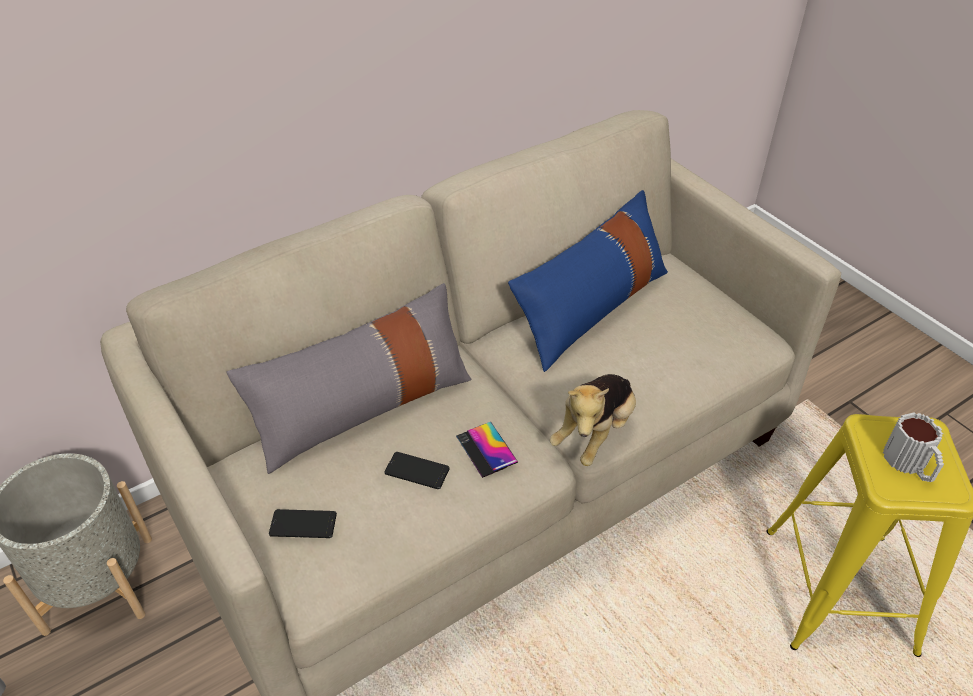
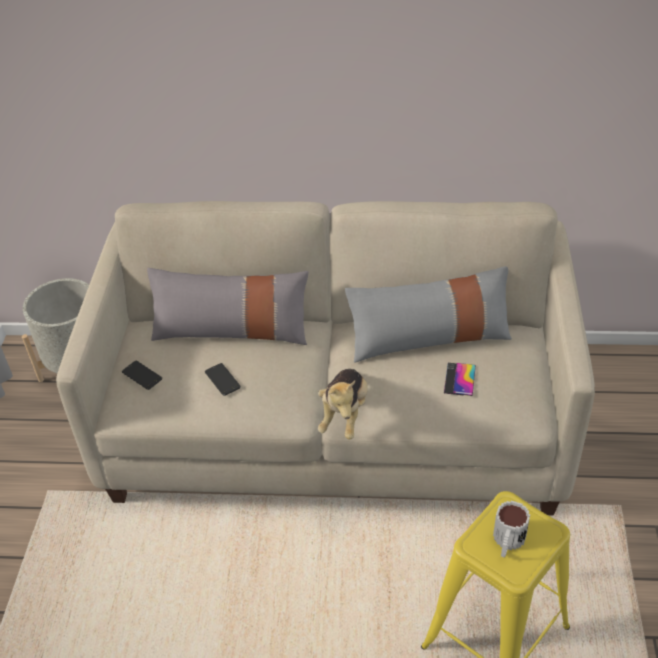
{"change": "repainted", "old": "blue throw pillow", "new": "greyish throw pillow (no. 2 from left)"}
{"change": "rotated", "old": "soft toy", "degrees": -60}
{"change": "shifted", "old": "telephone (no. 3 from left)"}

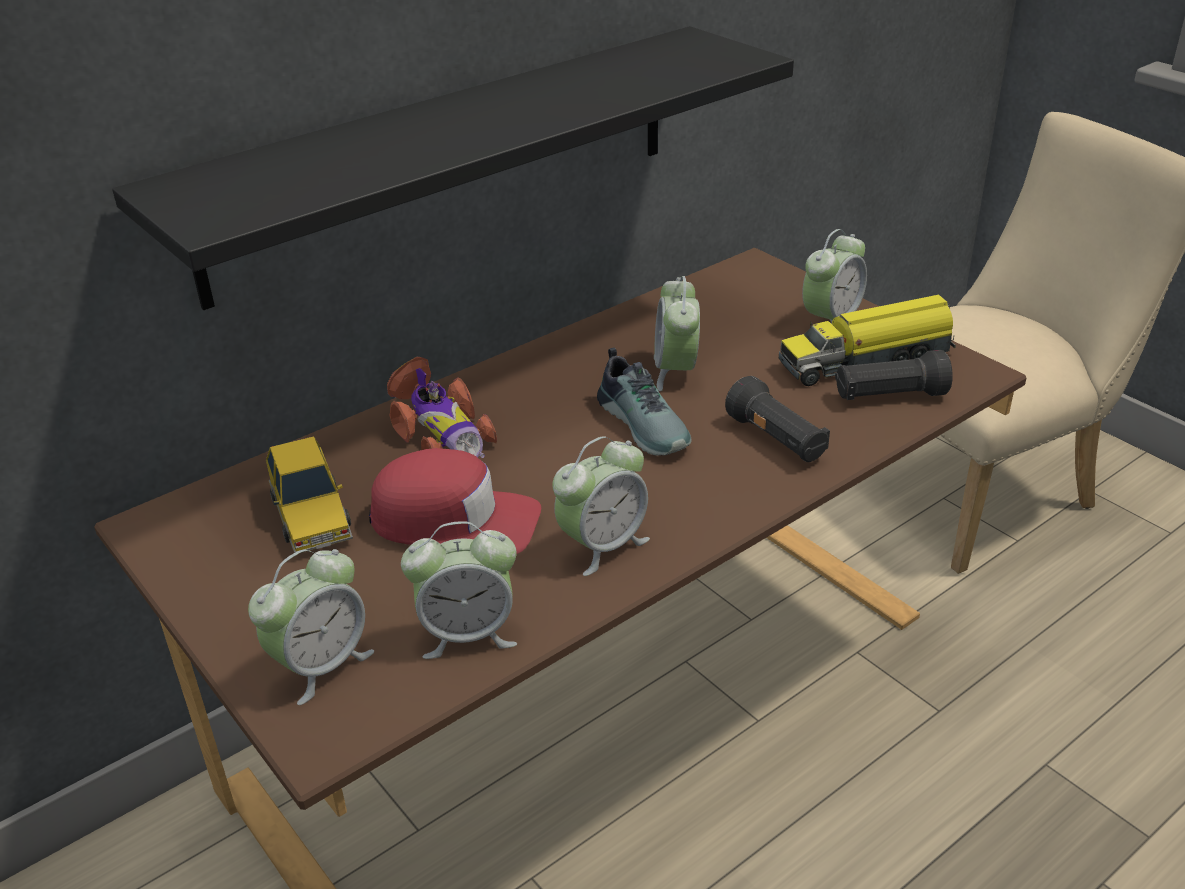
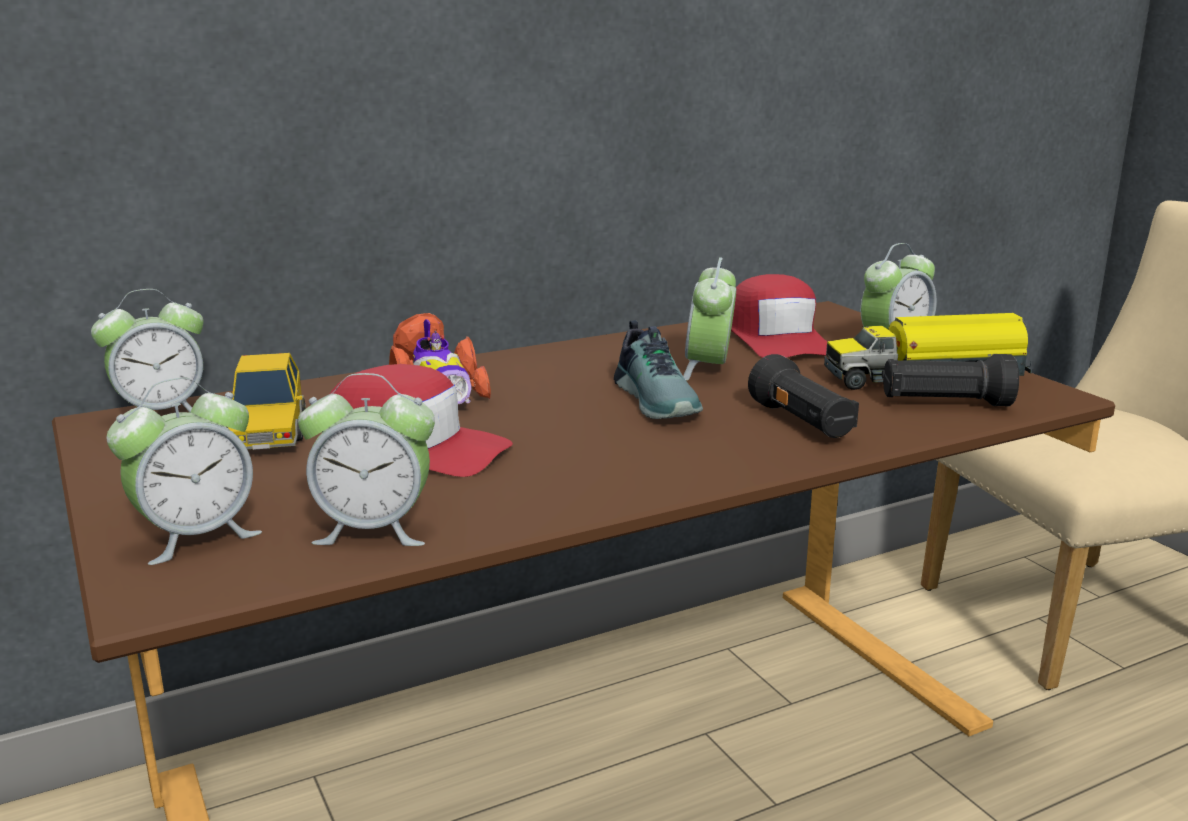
{"change": "gone", "old": "blackish shelf"}
{"change": "shifted", "old": "table clock (no. 3 from left in the first image)", "new": "table clock (no. 1 from left)"}
{"change": "new", "new": "red cap (no. 2 from left)"}

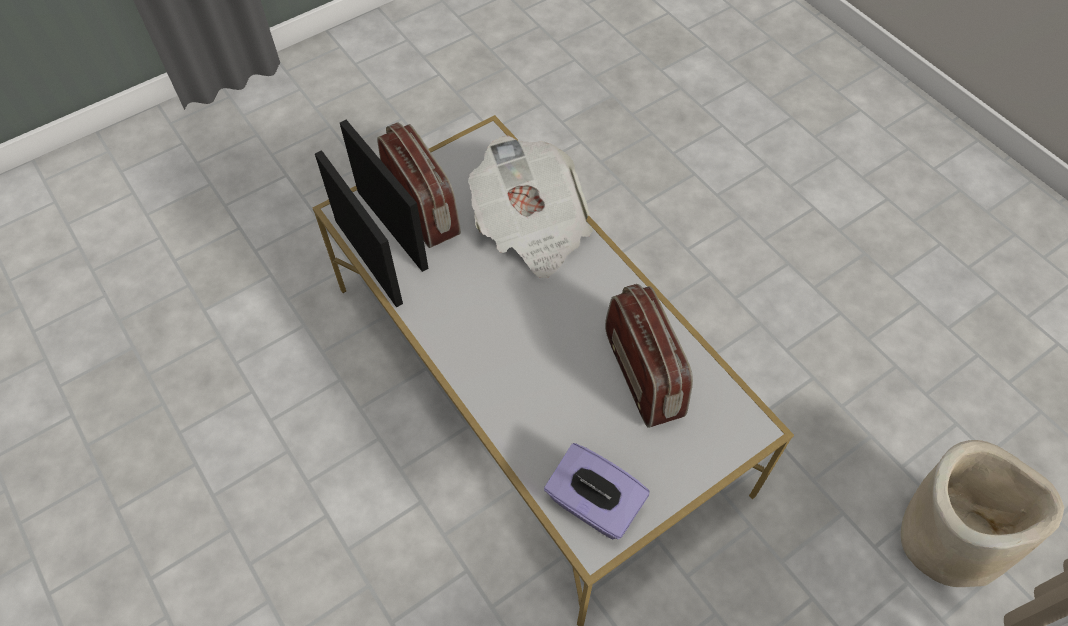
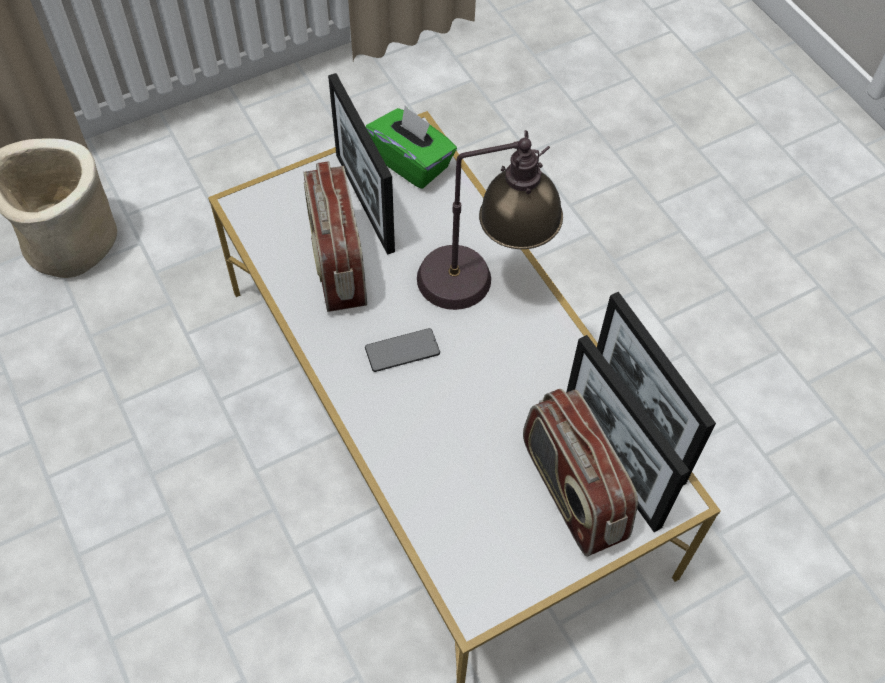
{"change": "gone", "old": "daily paper"}
{"change": "repainted", "old": "purple-coloured box of tissues", "new": "greenish box of tissues"}
{"change": "new", "new": "picture frame (no. 1 from left)"}
{"change": "new", "new": "tabletop lamp"}
{"change": "new", "new": "telephone"}

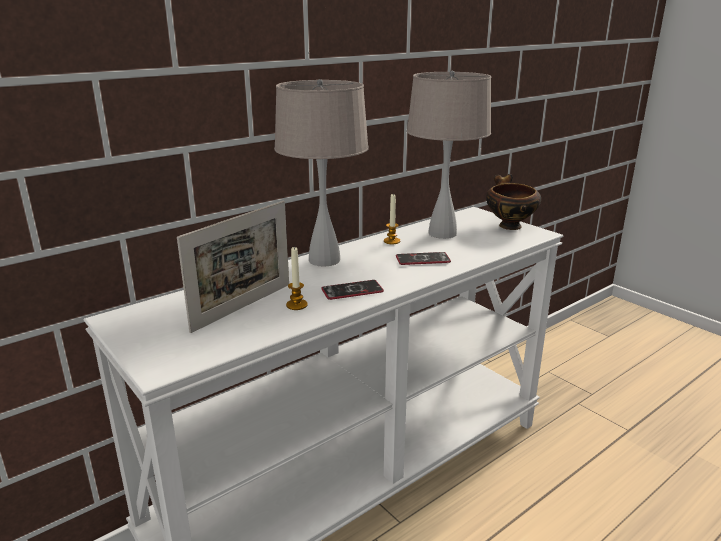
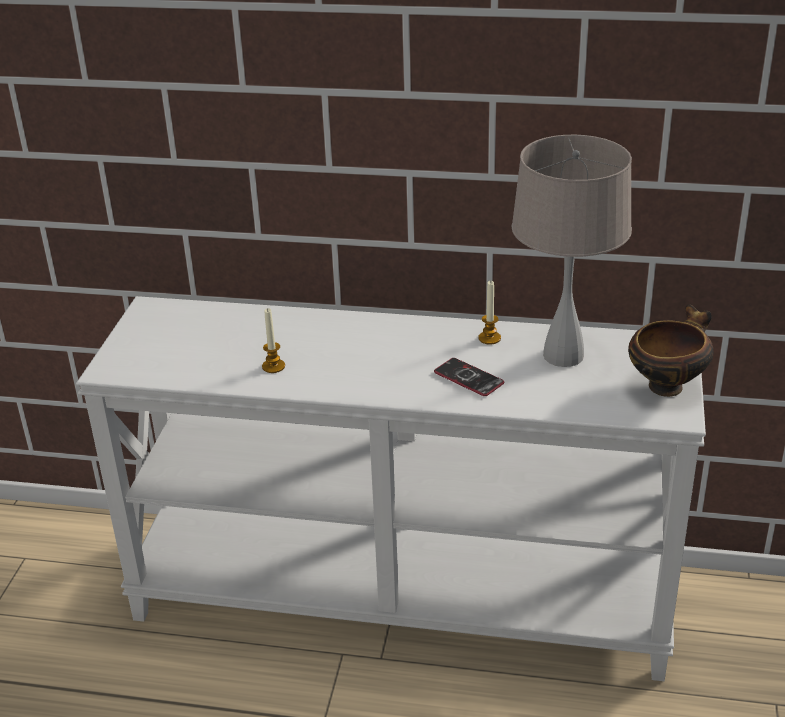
{"change": "gone", "old": "sand-coloured tabletop lamp (no. 1 from left)"}
{"change": "gone", "old": "picture frame"}
{"change": "gone", "old": "telephone (no. 1 from left)"}

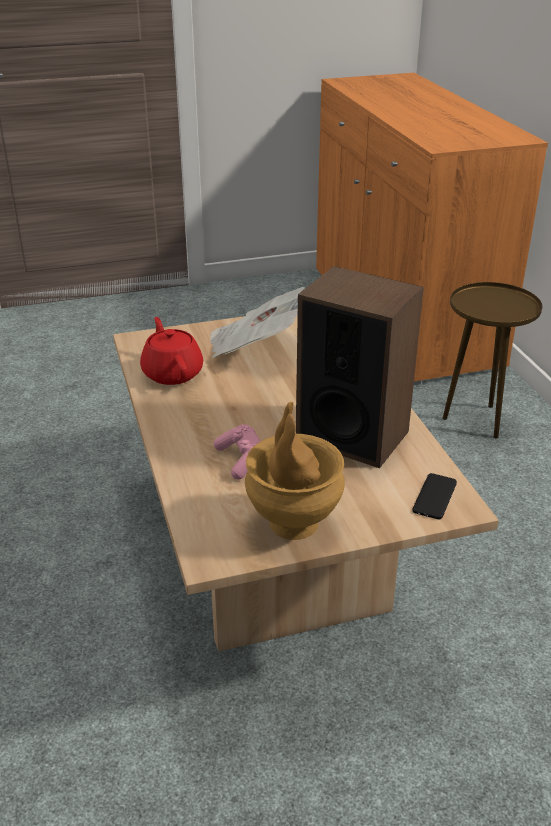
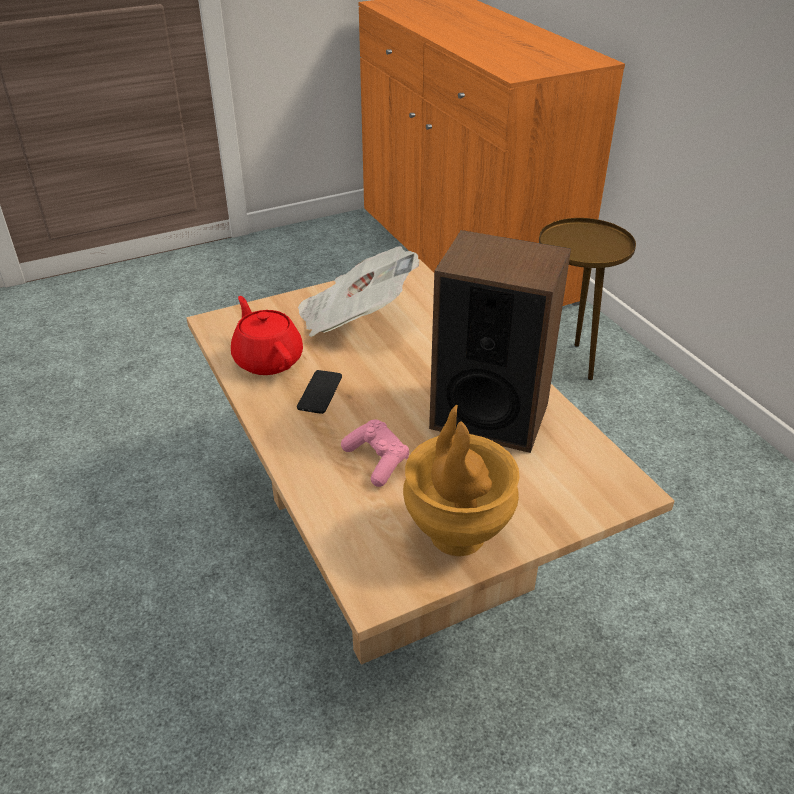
{"change": "shifted", "old": "telephone"}

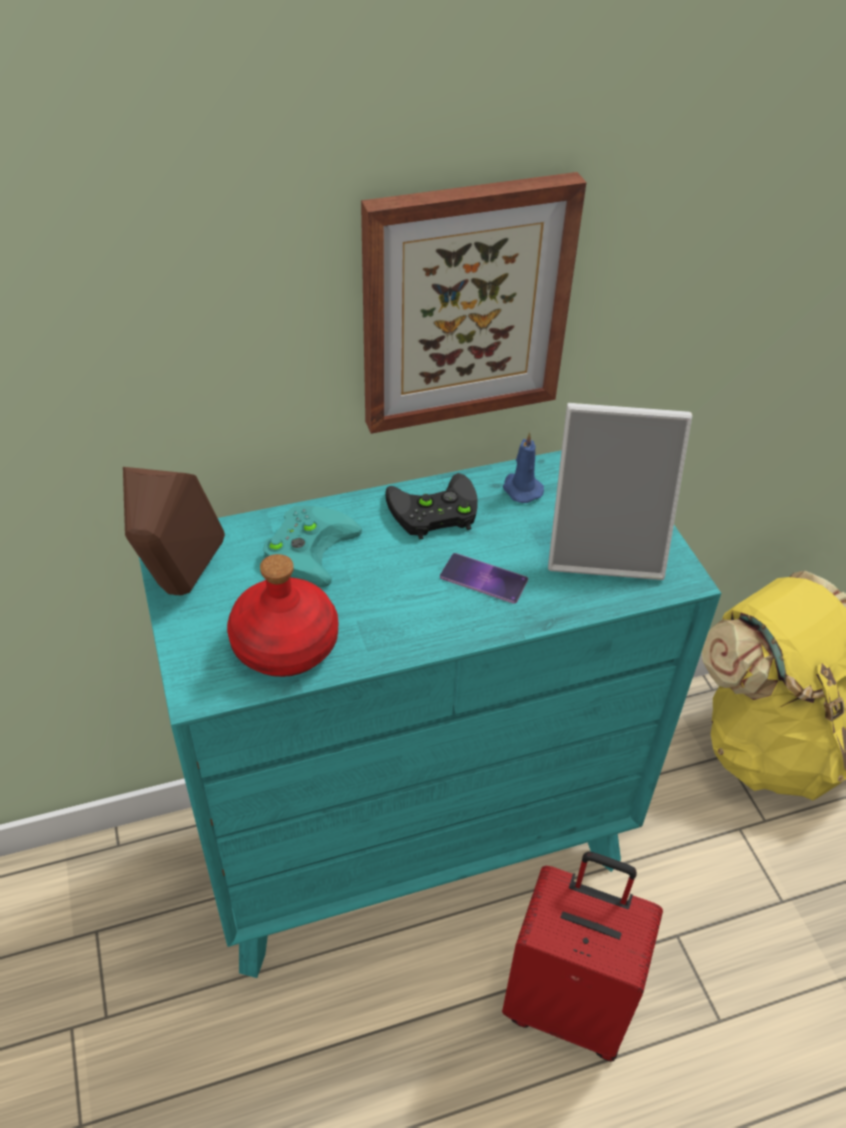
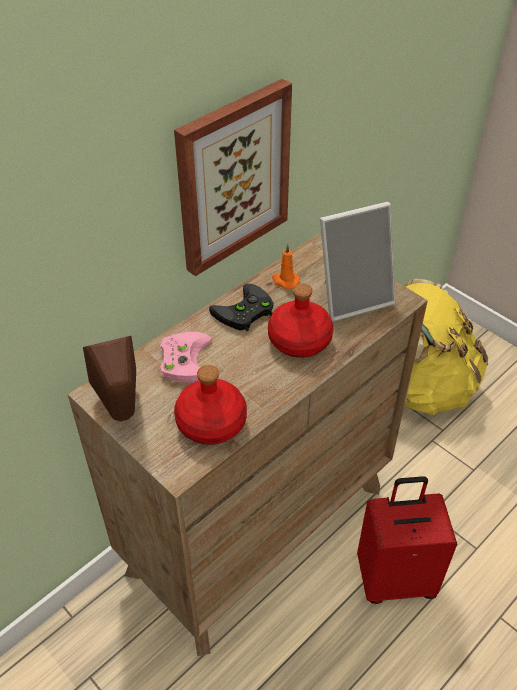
{"change": "repainted", "old": "blue wax candle", "new": "orangey wax candle"}
{"change": "repainted", "old": "blue-green dresser", "new": "brown-coloured dresser"}
{"change": "repainted", "old": "blue-green game controller", "new": "pink-coloured game controller"}
{"change": "swapped", "old": "telephone", "new": "red beverage bottle (no. 2 from left)"}

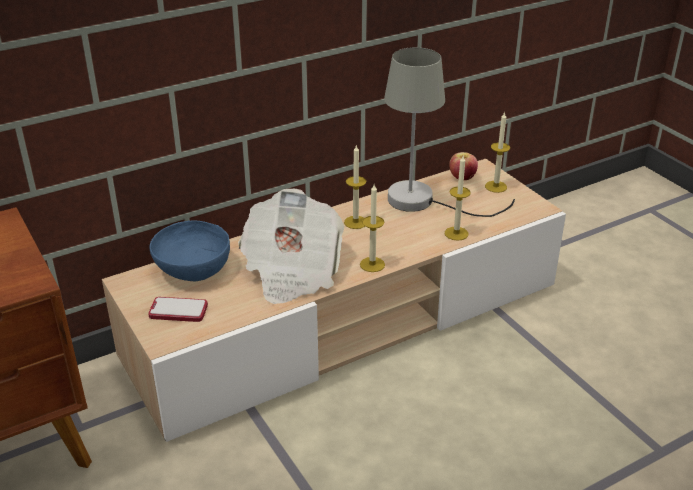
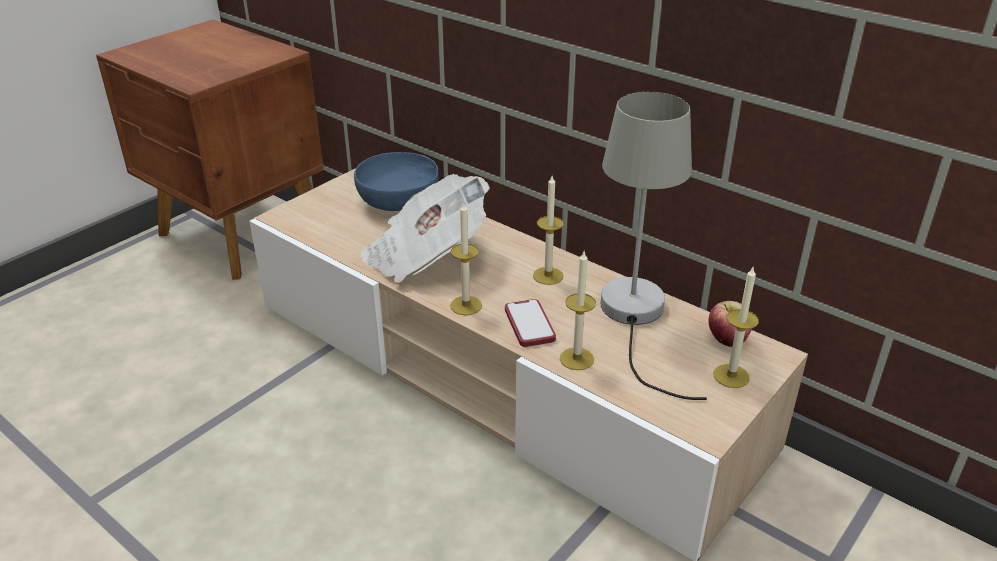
{"change": "shifted", "old": "telephone"}

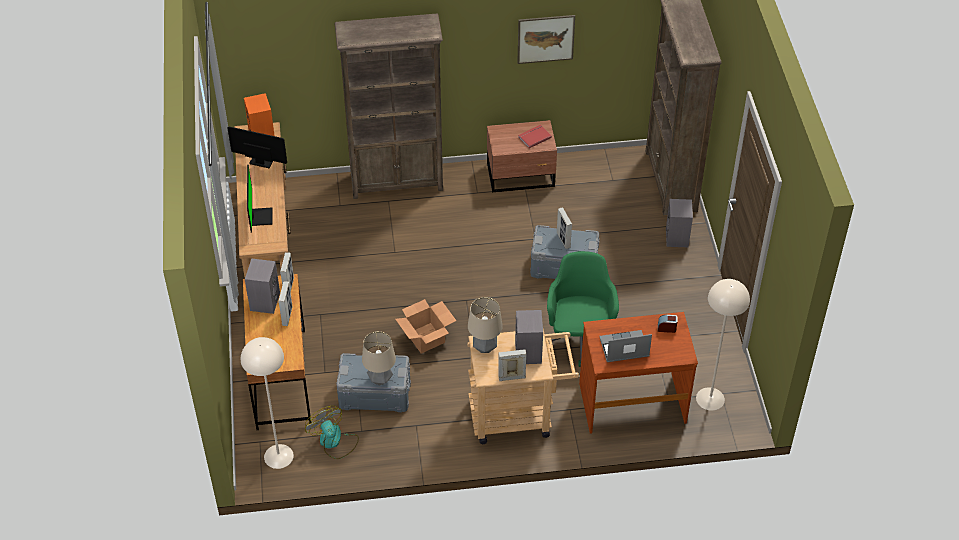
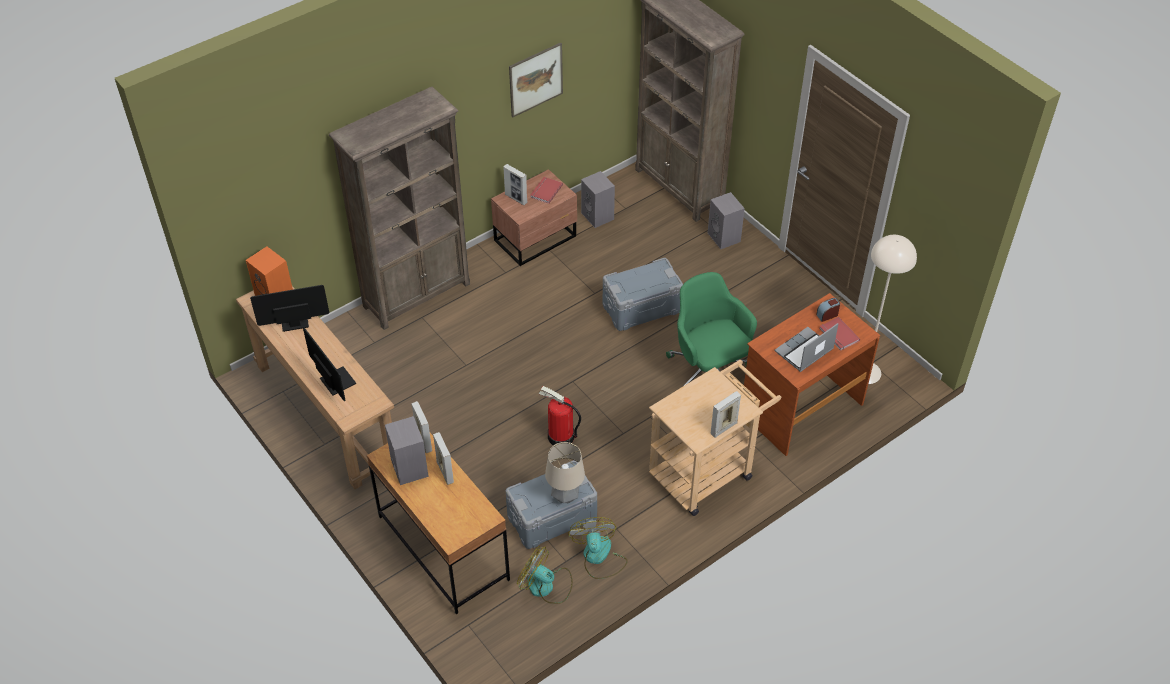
{"change": "shifted", "old": "picture frame (no. 4 from left in the first image)", "new": "picture frame (no. 3 from left)"}
{"change": "gone", "old": "tabletop lamp (no. 2 from left)"}
{"change": "swapped", "old": "packing box", "new": "extinguisher"}
{"change": "shifted", "old": "greyish speaker (no. 2 from left)"}
{"change": "gone", "old": "sand-coloured standard lamp (no. 1 from left)"}
{"change": "new", "new": "red volume (no. 2 from left)"}
{"change": "new", "new": "electric fan (no. 2 from left)"}

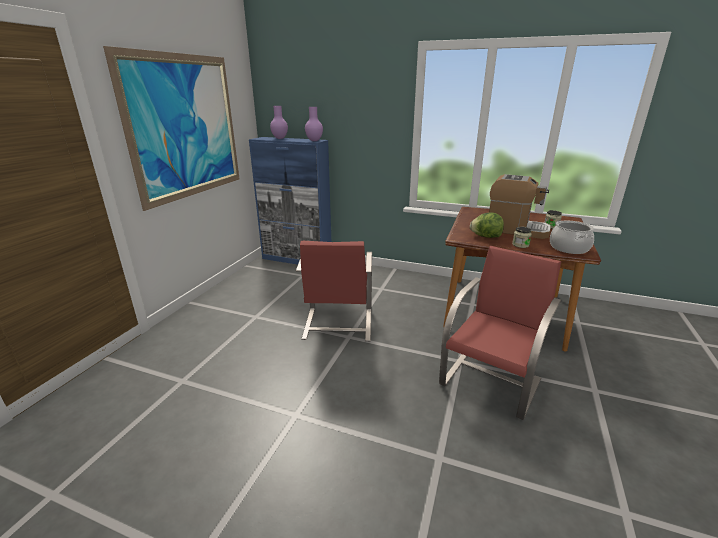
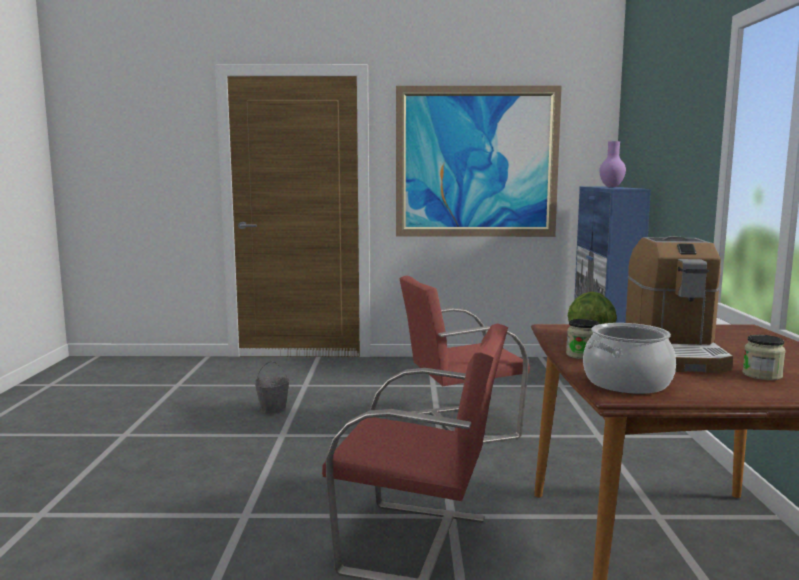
{"change": "gone", "old": "purple-coloured flower vase (no. 2 from left)"}
{"change": "new", "new": "greyish pail"}

